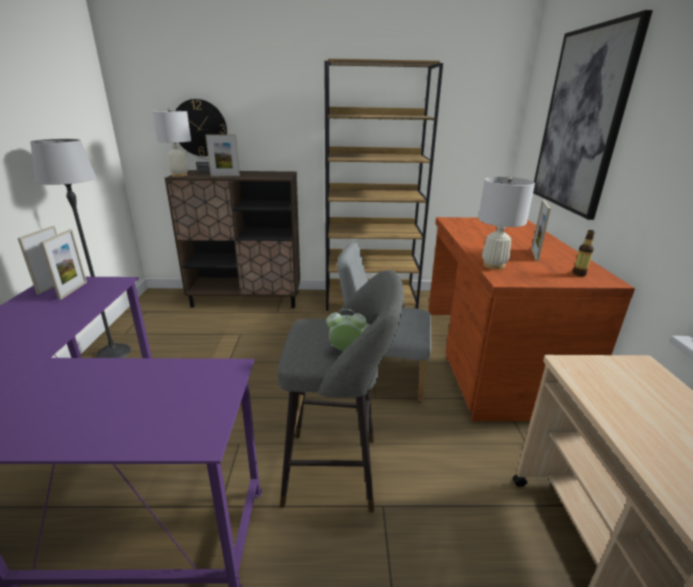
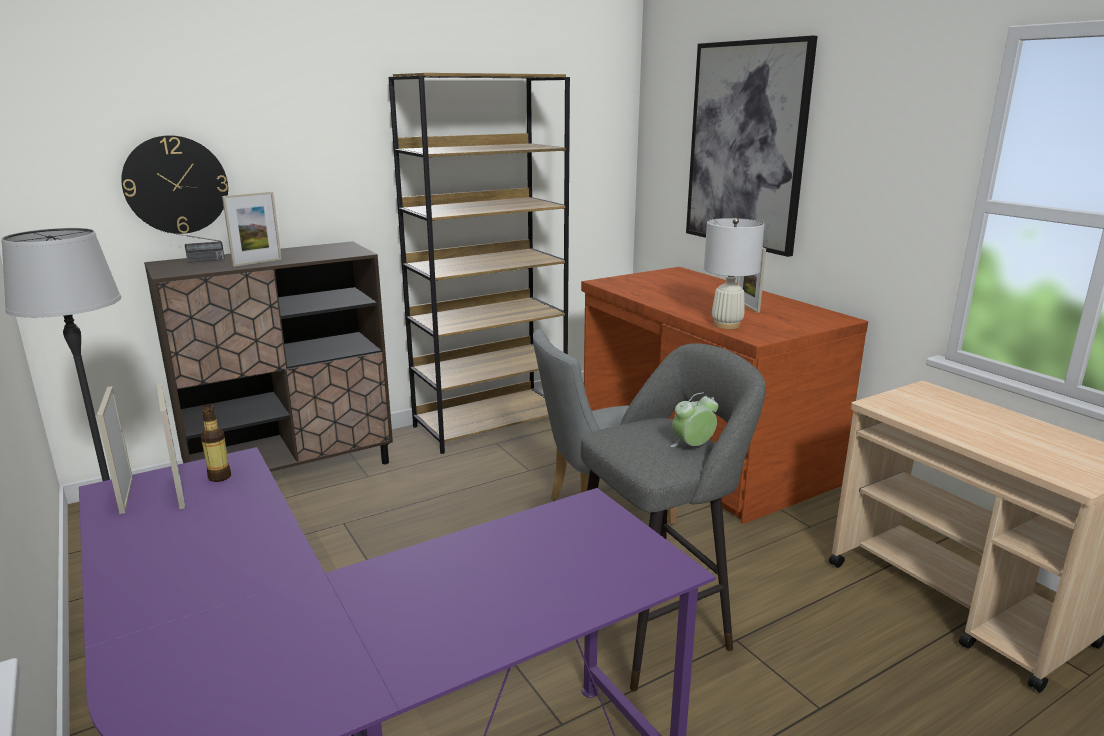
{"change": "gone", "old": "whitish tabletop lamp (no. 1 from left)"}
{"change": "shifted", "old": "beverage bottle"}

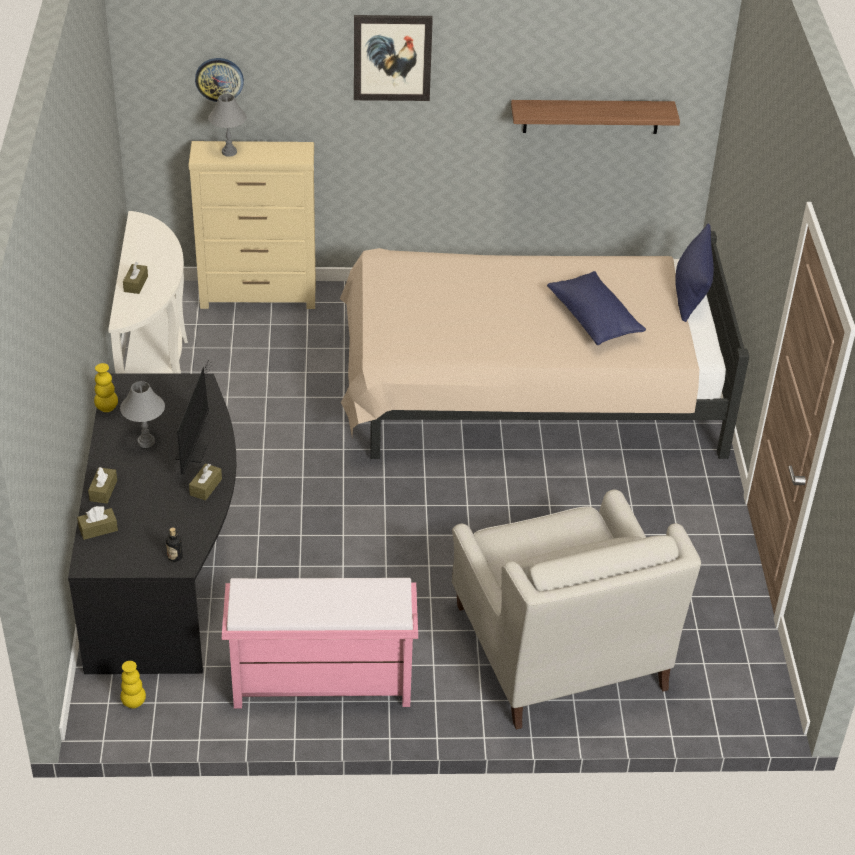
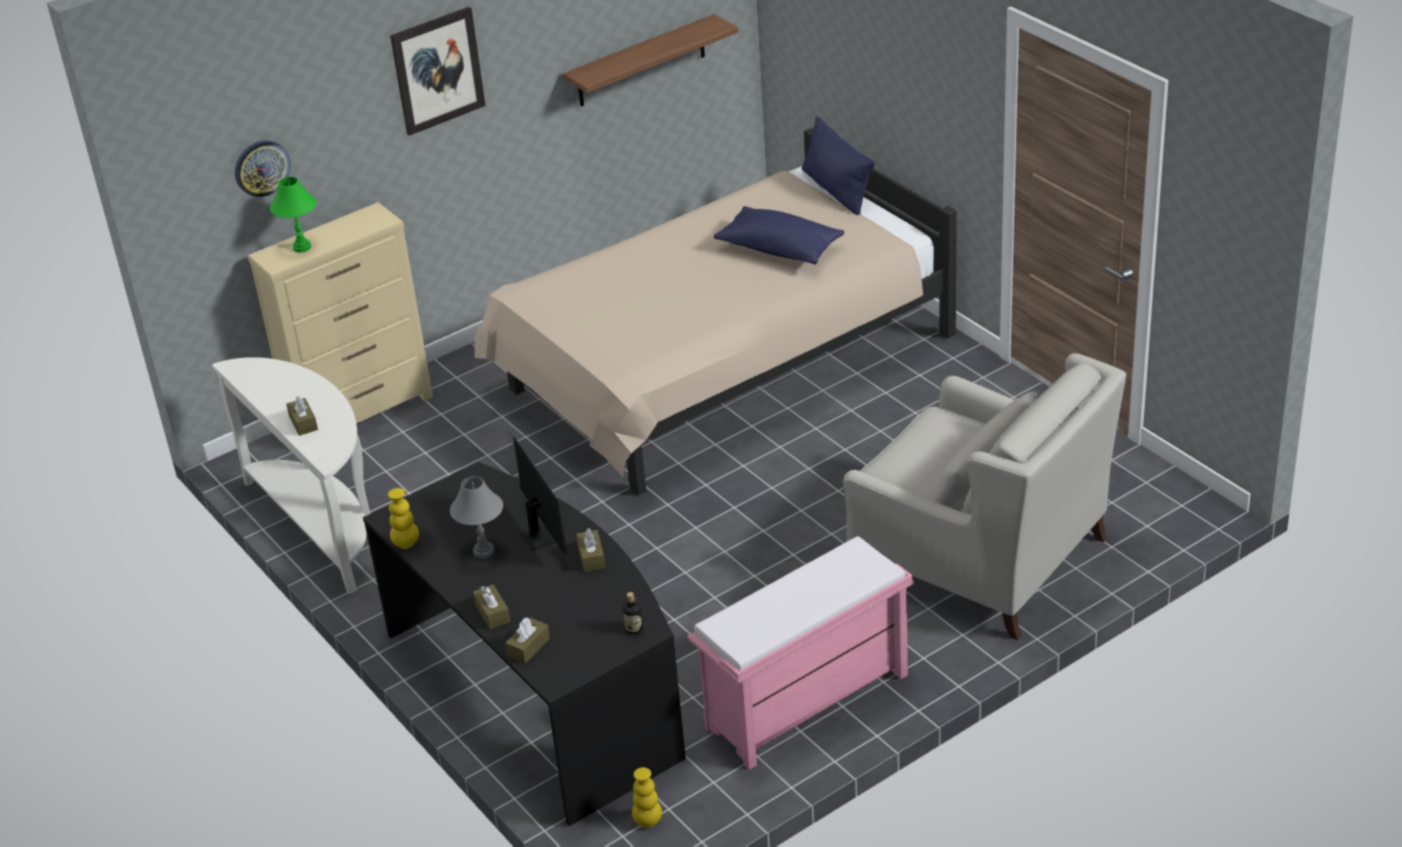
{"change": "repainted", "old": "greyish tabletop lamp (no. 2 from left)", "new": "greenish tabletop lamp"}

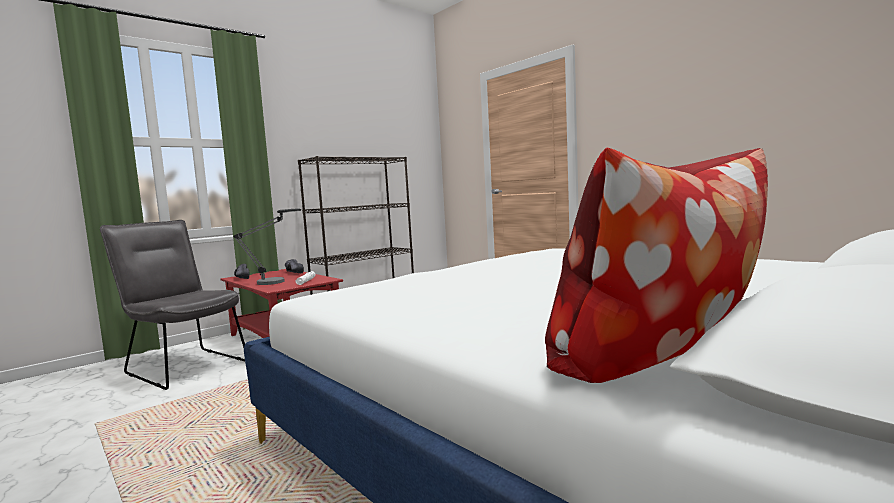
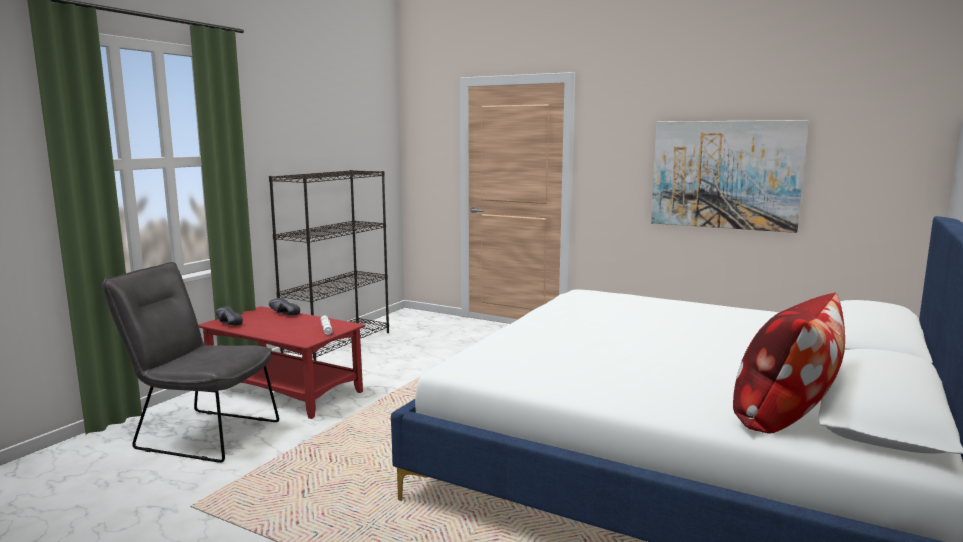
{"change": "gone", "old": "tabletop lamp"}
{"change": "new", "new": "wall picture"}

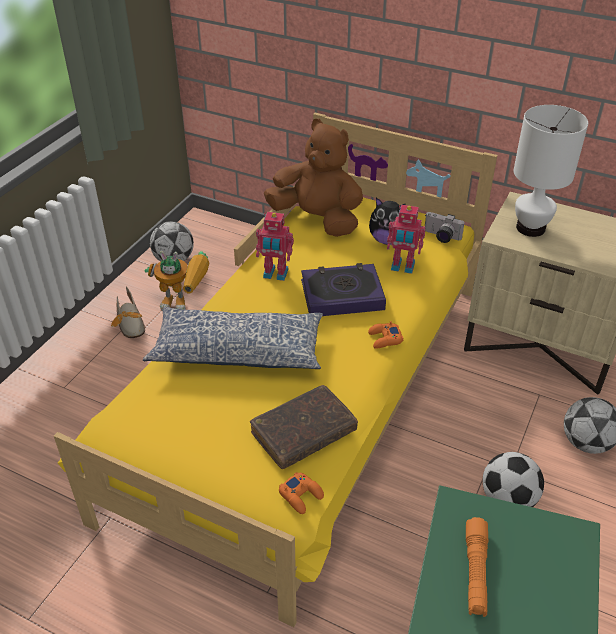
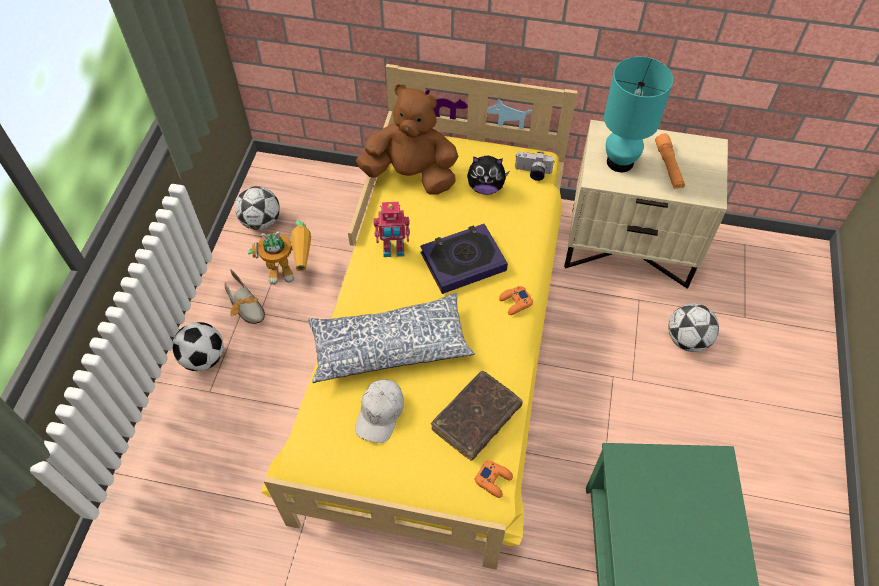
{"change": "repainted", "old": "whitish tabletop lamp", "new": "blue-green tabletop lamp"}
{"change": "gone", "old": "toy robot (no. 3 from left)"}
{"change": "shifted", "old": "ball for football (no. 2 from left in the first image)", "new": "ball for football (no. 1 from left)"}
{"change": "shifted", "old": "orangey hand torch"}
{"change": "new", "new": "whitish cap"}

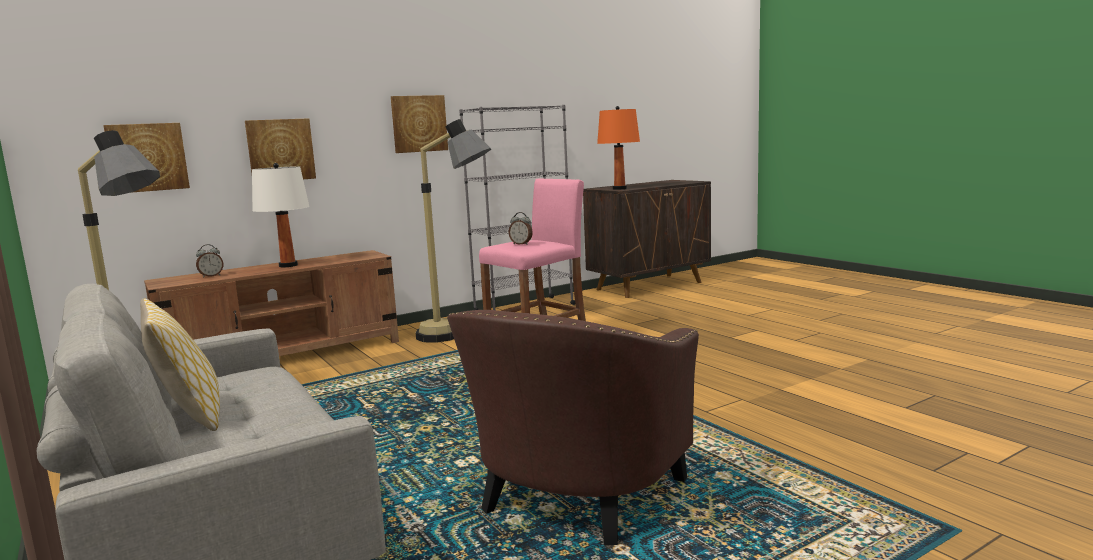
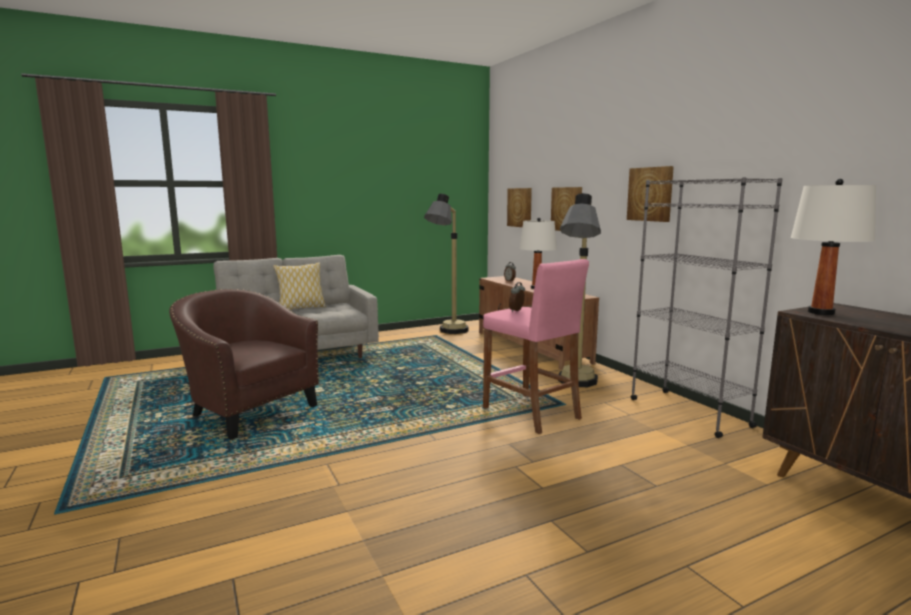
{"change": "repainted", "old": "orangey tabletop lamp", "new": "whitish tabletop lamp (no. 2 from left)"}

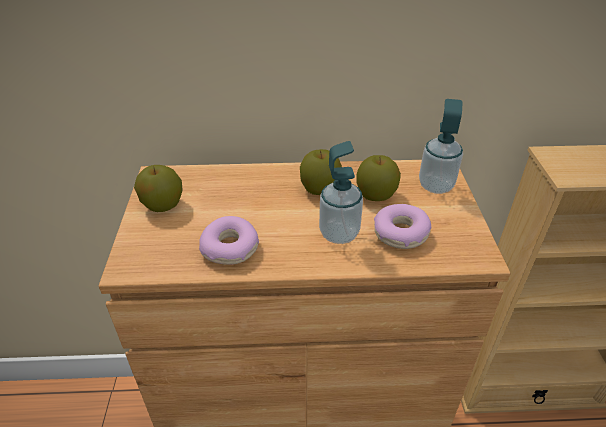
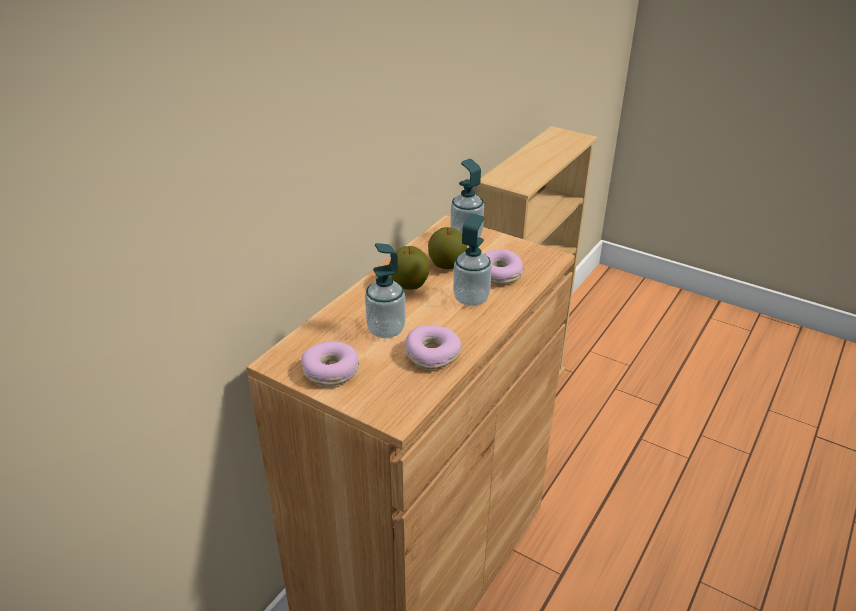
{"change": "swapped", "old": "apple (no. 1 from left)", "new": "doughnut (no. 1 from left)"}
{"change": "new", "new": "soap bottle (no. 1 from left)"}

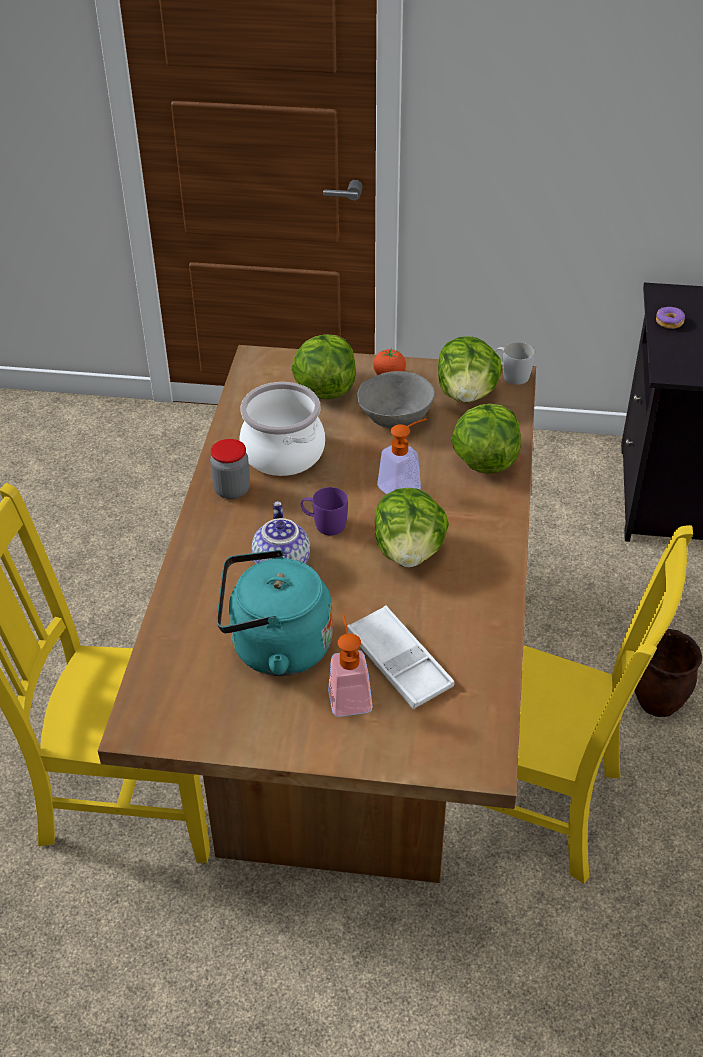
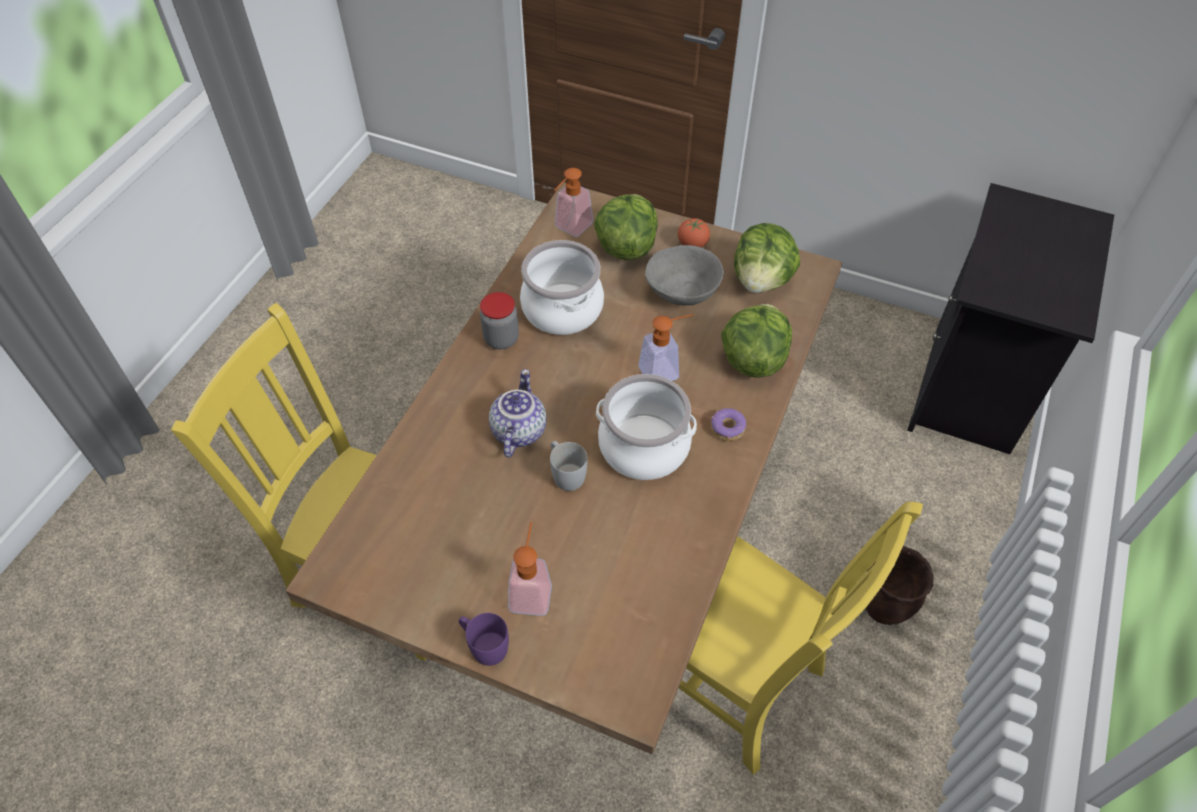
{"change": "shifted", "old": "doughnut"}
{"change": "shifted", "old": "whitish coffee mug"}
{"change": "shifted", "old": "purple-coloured coffee mug"}
{"change": "swapped", "old": "lettuce head (no. 2 from left)", "new": "cooking pot (no. 2 from left)"}
{"change": "gone", "old": "blue-green water kettle"}
{"change": "gone", "old": "whitish serving tray"}
{"change": "new", "new": "soap bottle (no. 2 from left)"}

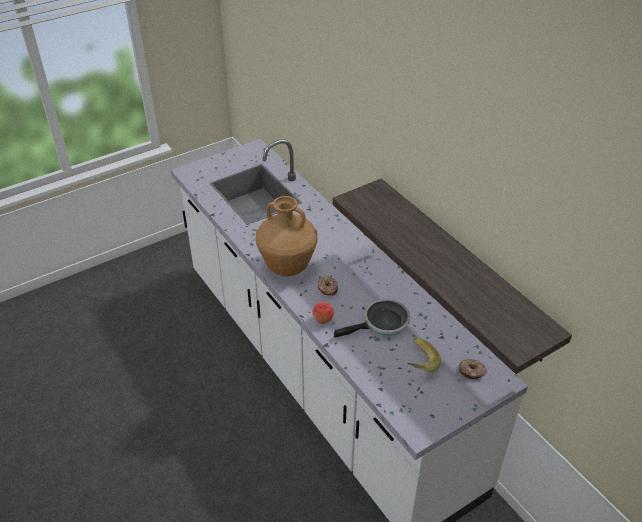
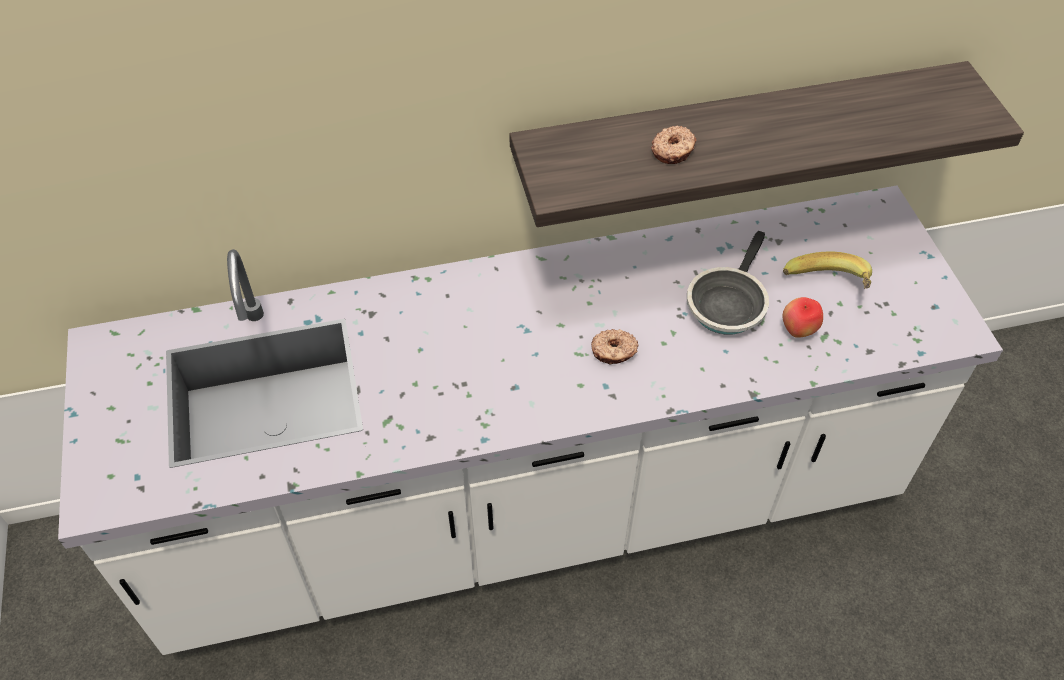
{"change": "gone", "old": "brown-coloured flower vase"}
{"change": "rotated", "old": "pan", "degrees": -150}
{"change": "shifted", "old": "apple"}
{"change": "shifted", "old": "doughnut (no. 2 from left)"}

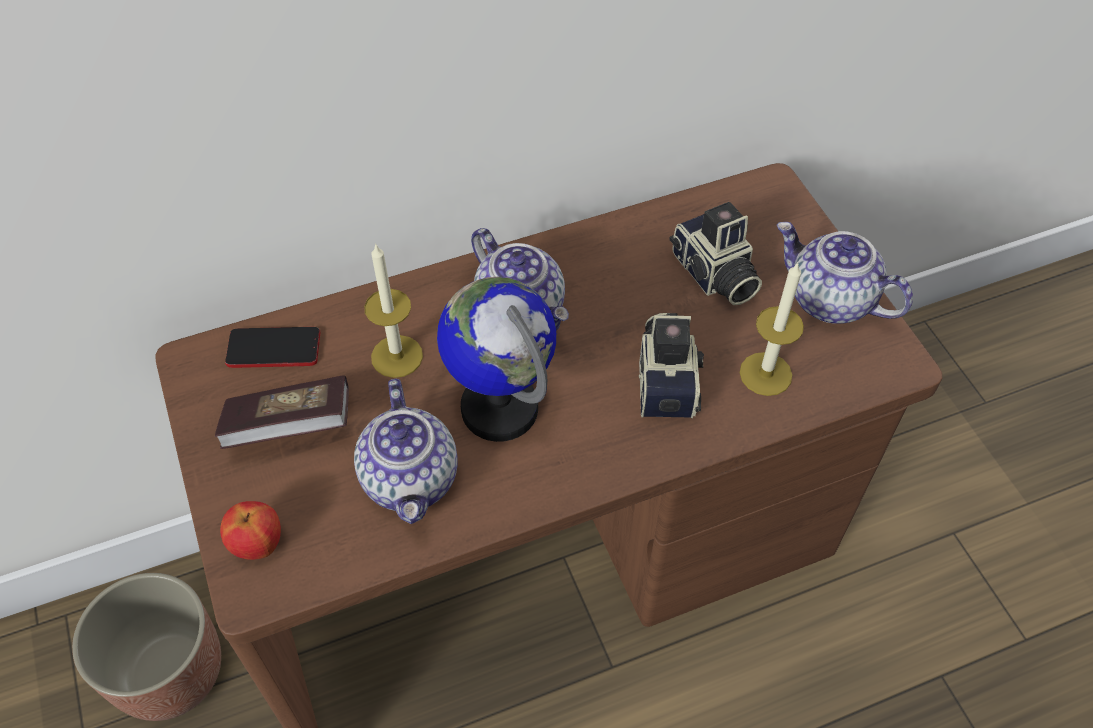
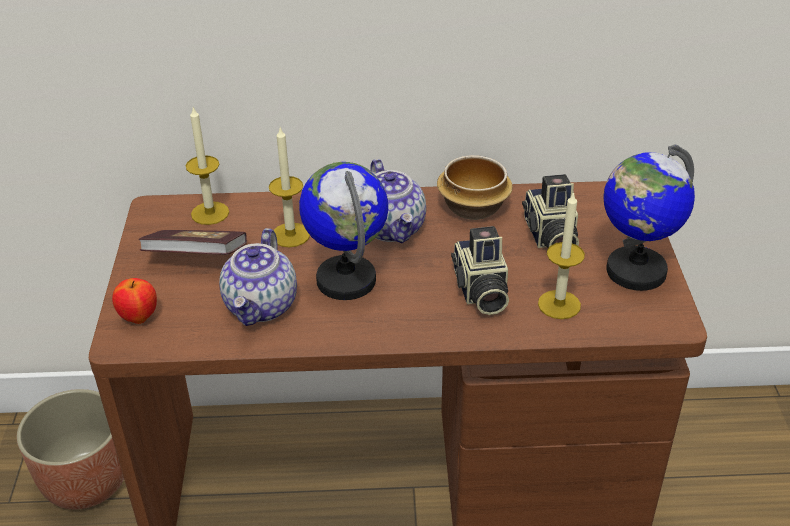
{"change": "swapped", "old": "pot for tea (no. 3 from left)", "new": "world globe (no. 2 from left)"}
{"change": "rotated", "old": "photo camera (no. 1 from left)", "degrees": 150}
{"change": "swapped", "old": "telephone", "new": "wax candle (no. 1 from left)"}
{"change": "new", "new": "deep dish"}

